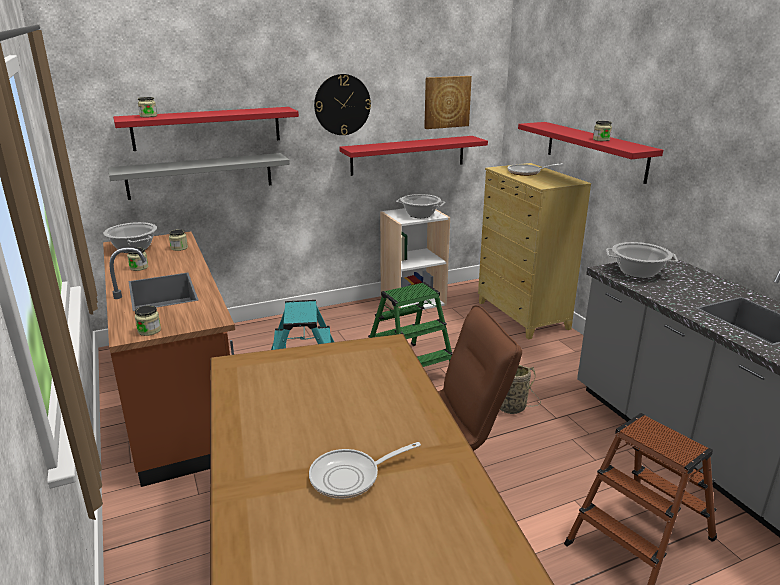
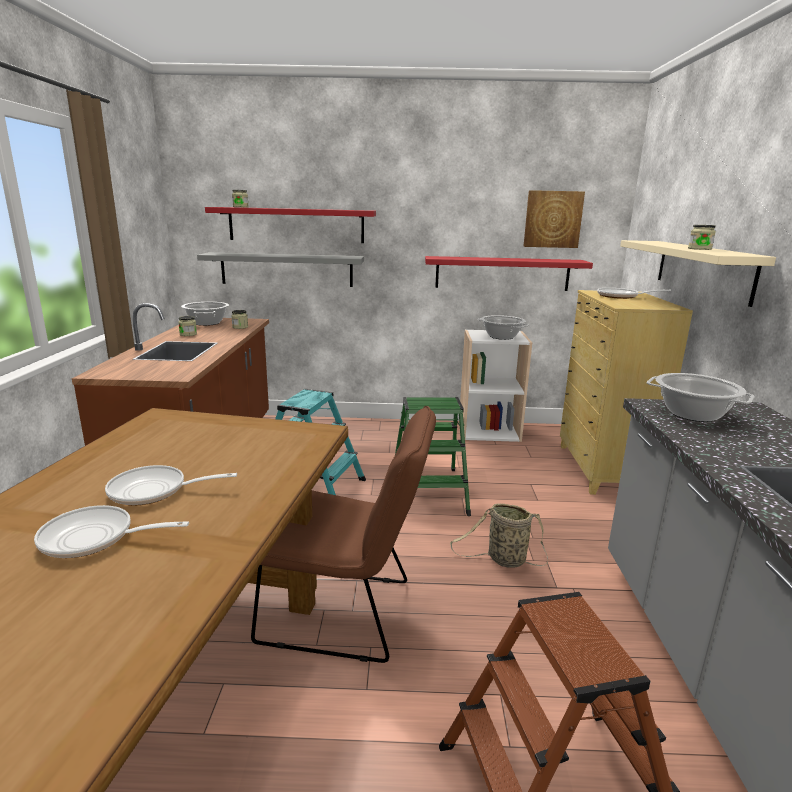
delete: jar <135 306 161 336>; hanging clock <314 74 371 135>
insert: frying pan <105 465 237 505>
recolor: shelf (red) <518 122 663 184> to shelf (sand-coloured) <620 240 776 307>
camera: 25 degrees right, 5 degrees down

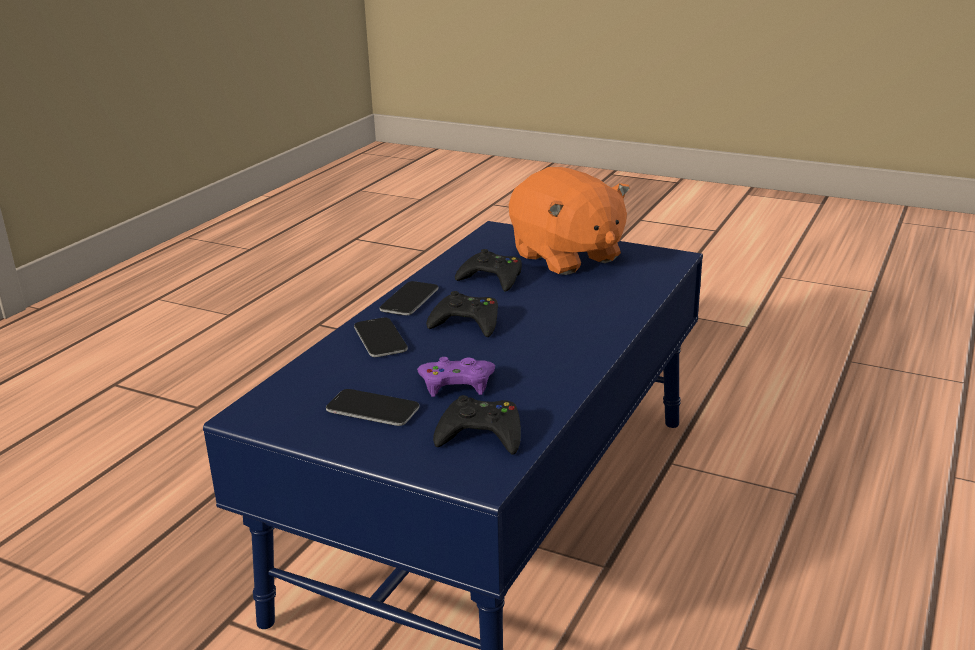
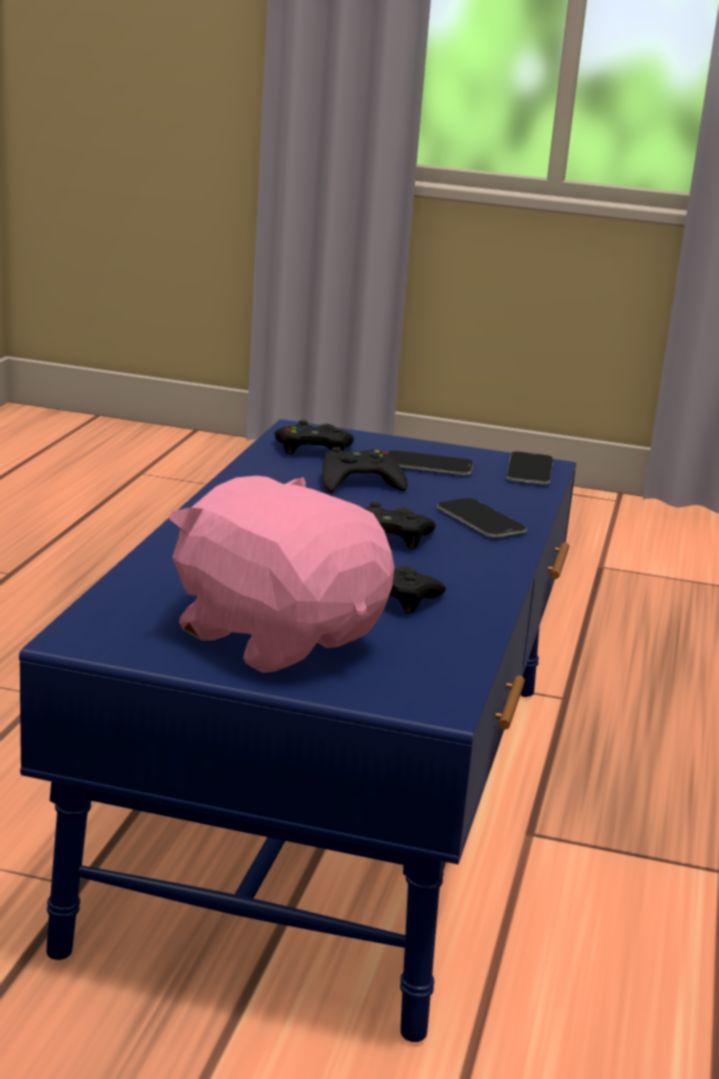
move: telephone <379 281 438 316> to <506 452 553 485>
recolor: gamepad (purple) <417 357 495 397> to gamepad (black-coloured) <322 447 408 493>; plush toy (orange) <509 167 630 275> to plush toy (pink-coloured) <169 476 395 673>
camera: 165 degrees right, 5 degrees down

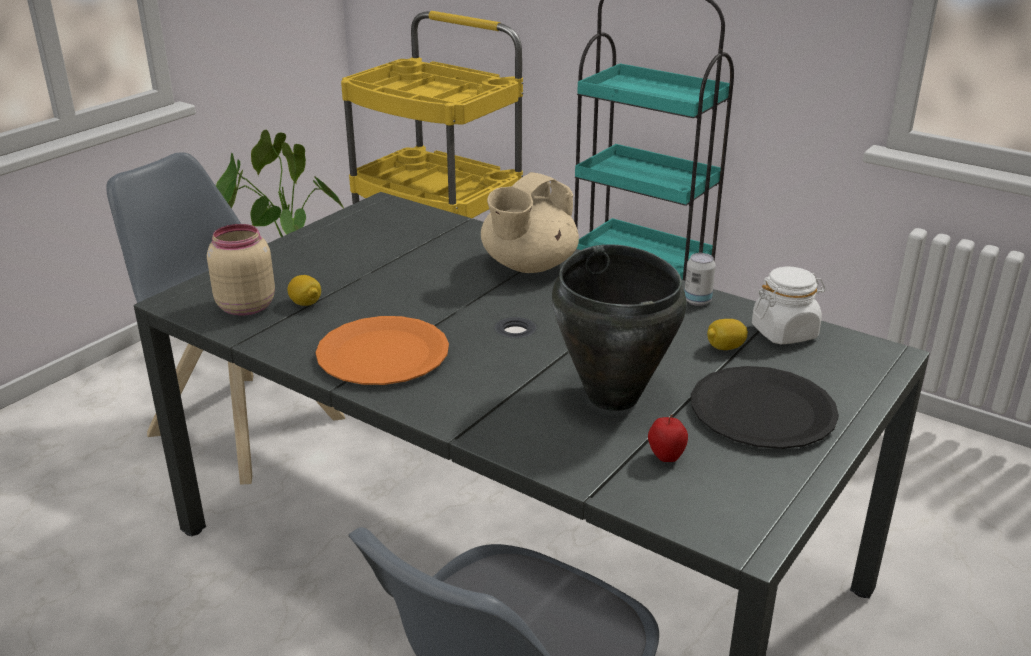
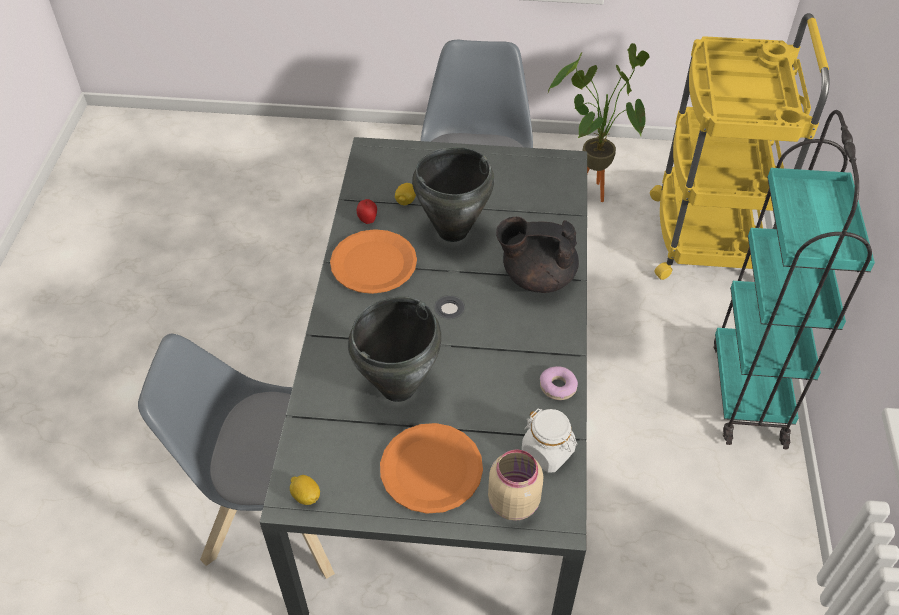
insert: saucepot (black-coloured) <412 147 494 242>
move: jar (sand-coloured) <207 224 275 316> to <488 449 544 521>; whole apple <648 415 688 462> to <357 199 377 224>; citrus fruit <707 319 748 350> to <290 475 320 505>
replace: sealed can <684 253 716 306> to doughnut <540 366 578 400>
recolor: pot for tea (sand-coloured) <481 172 579 273> to pot for tea (black-coloured) <496 217 579 293>; flat dish (black-coloured) <691 366 839 449> to flat dish (orange) <380 423 483 514>
camera: 60 degrees right, 20 degrees up

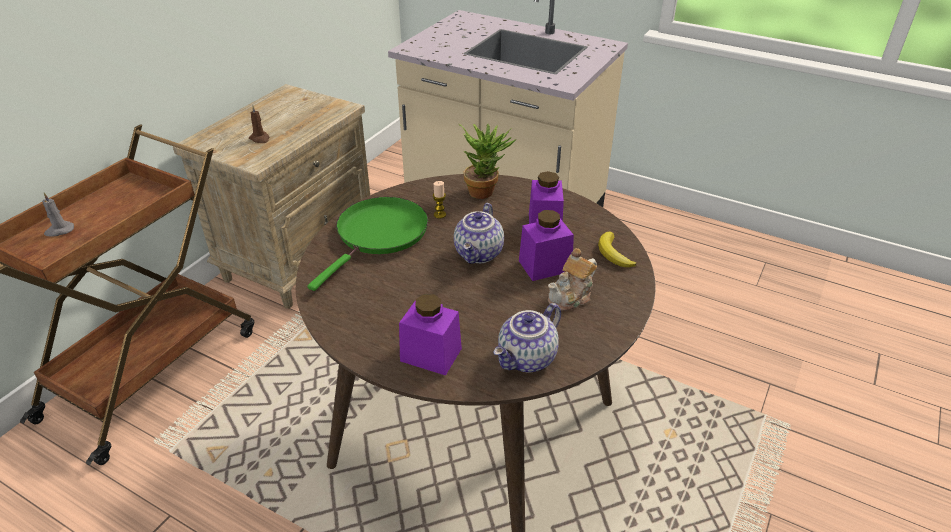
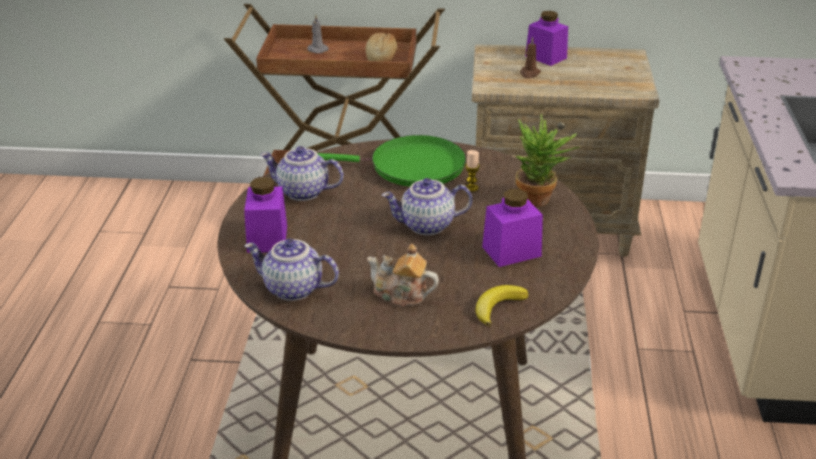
insert: pot for tea <260 146 343 201>; baked bread <366 33 397 62>
move: jar (purple) <519 210 574 281> to <525 11 568 66>
camera: 65 degrees right, 5 degrees down

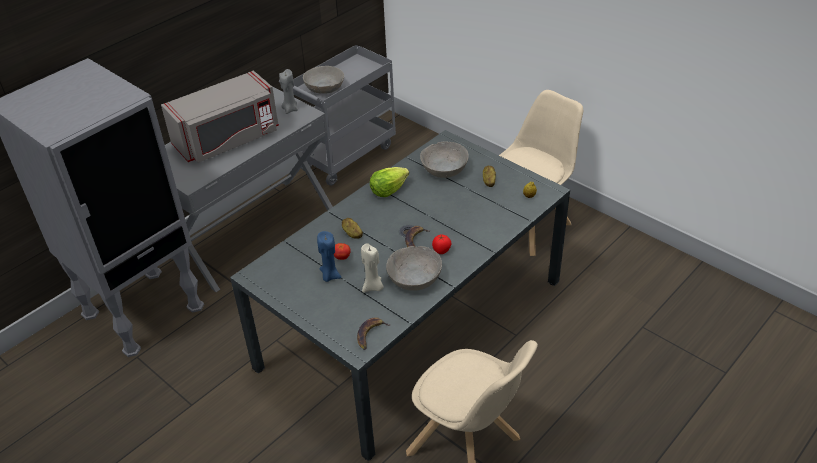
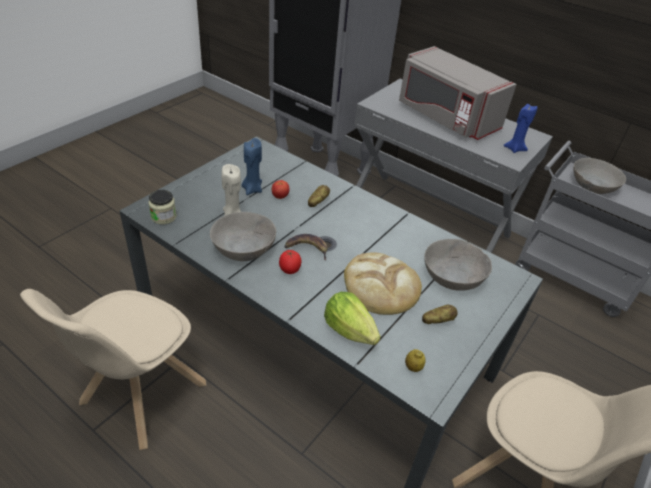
insert: baked bread <344 252 422 315>
move: lettuce head <370 167 409 197> to <324 292 381 345>
replace: banana <357 317 390 350> to jar <149 190 177 225>
recolor: wax candle (grey) <279 69 298 114> to wax candle (blue) <503 104 538 153>
camera: 80 degrees right, 0 degrees up

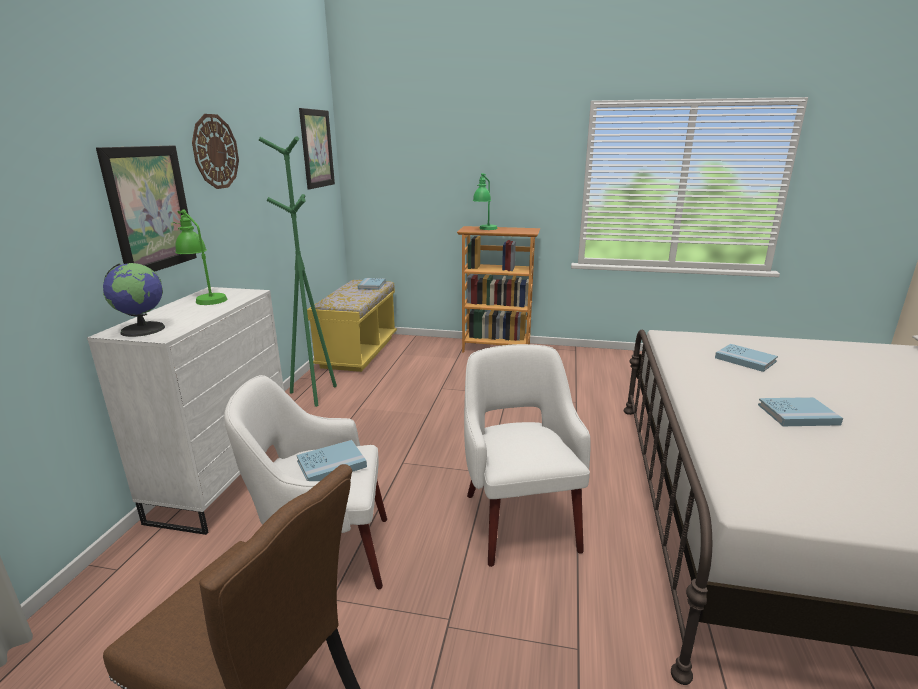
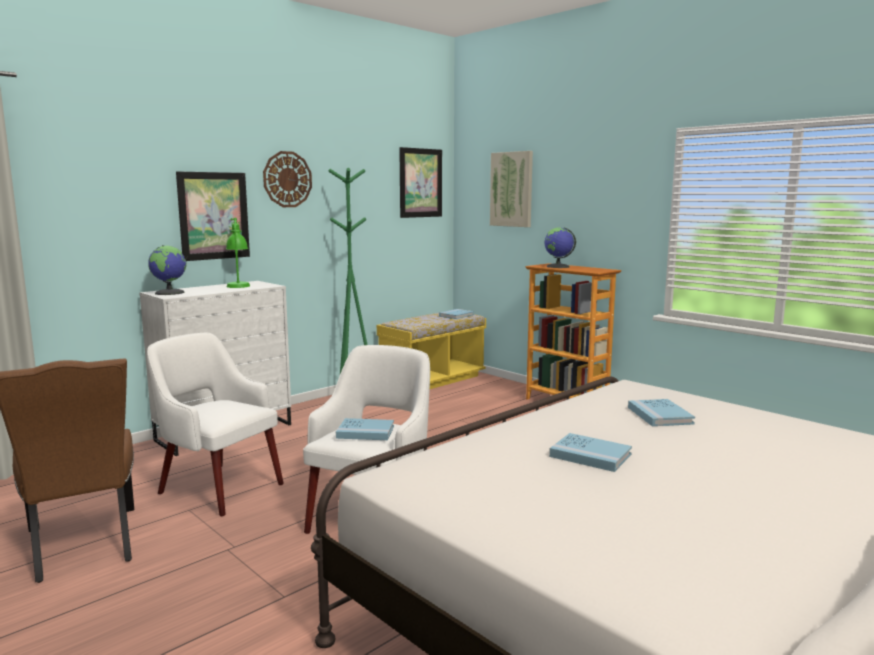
insert: picture <490 151 533 227>
move: book (blue) <297 440 367 481> to <336 418 394 440>
replace: lamp for a table (greenish) <473 173 498 230> to globe <545 227 576 268>
camera: 35 degrees right, 10 degrees down

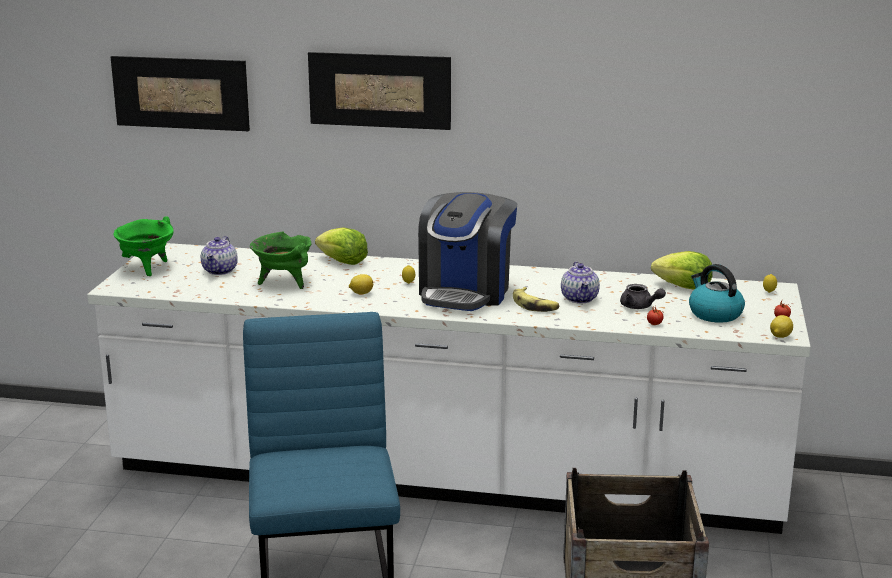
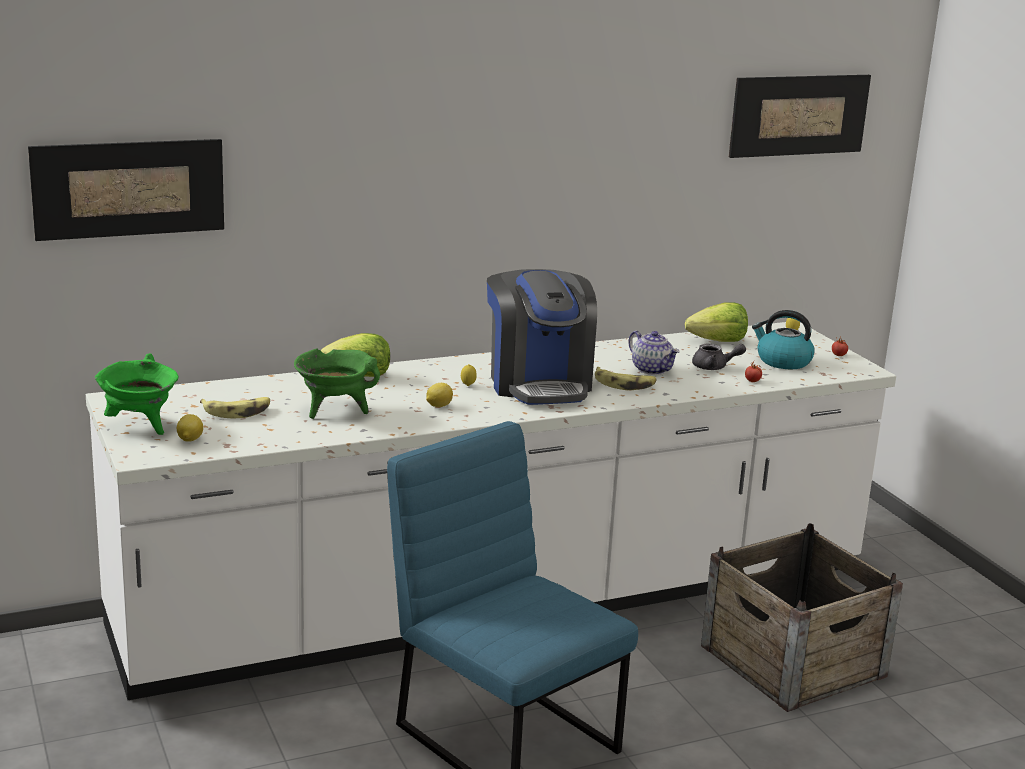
move: picture <308 52 451 130> to <729 75 871 158>; citrus fruit <770 315 793 338> to <177 414 203 442>
replace: pot for tea <201 236 238 275> to banana <200 397 270 418>
camera: 35 degrees left, 0 degrees up

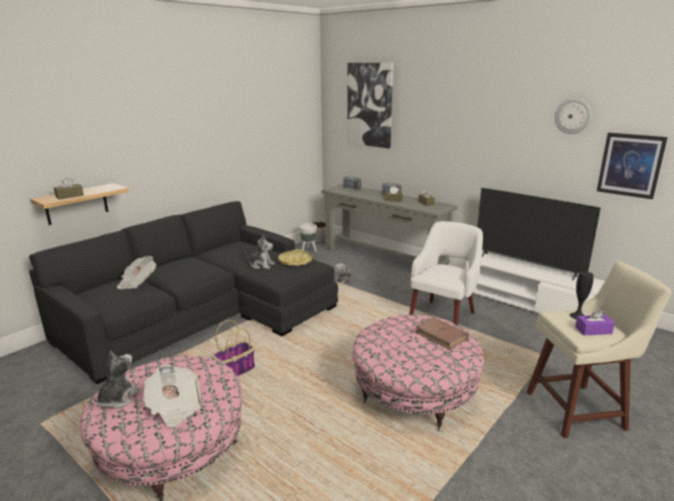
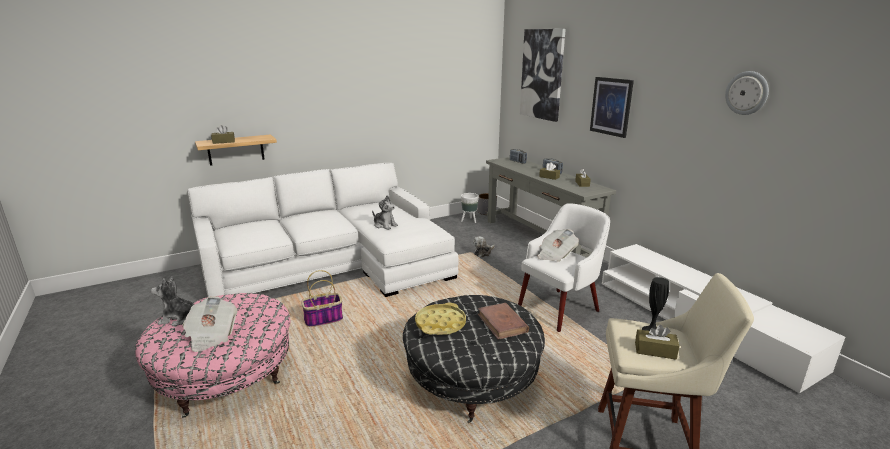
delete: TV <477 188 601 280>
move: printed paper <117 256 156 289> to <537 229 579 262>; carrying tray (yellow) <278 249 313 266> to <415 303 466 335>; picture <597 133 668 199> to <590 77 634 138>
recolor: sofa (black-coloured) <29 201 338 384> to sofa (whitish) <187 163 459 297>; footrest (pink-coloured) <352 315 484 431> to footrest (black-coloured) <403 295 545 423>; tissue box (purple) <575 309 615 335> to tissue box (brownish) <635 324 679 360>
rotate: plush toy <94 351 140 409> = <151 276 201 326> 135 degrees counterclockwise
camera: 20 degrees right, 0 degrees up

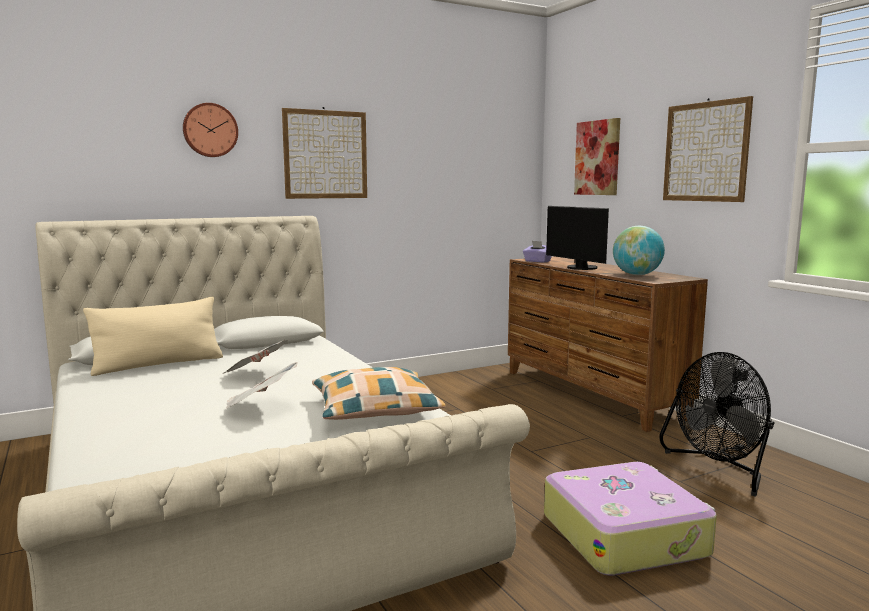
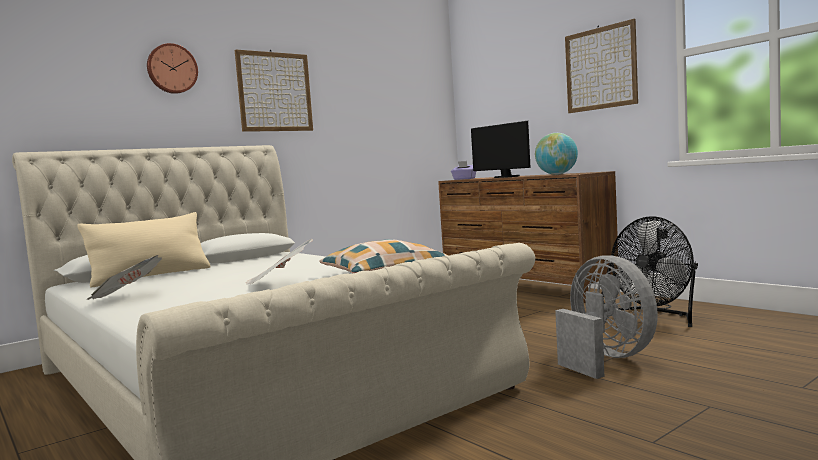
delete: picture <574 118 620 195>
move: printed paper <224 340 288 373> to <87 255 162 300>
replace: suitcase <544 462 717 576> to cooling fan (grey) <555 255 658 379>
camera: 10 degrees left, 5 degrees down

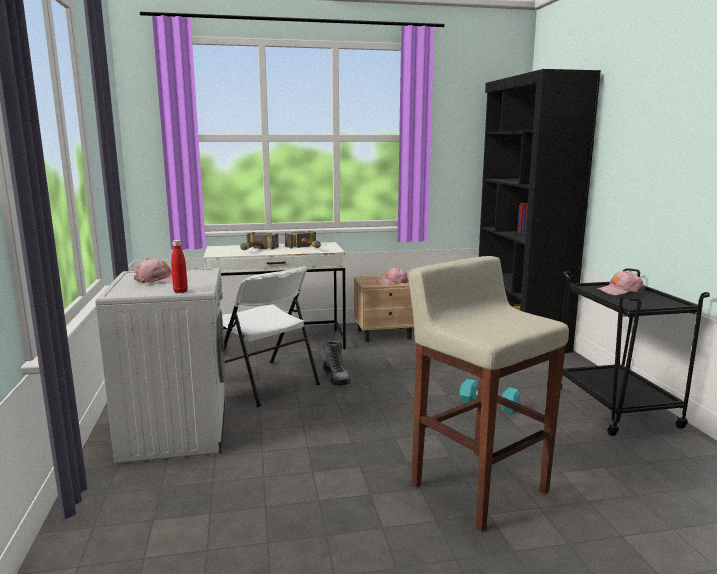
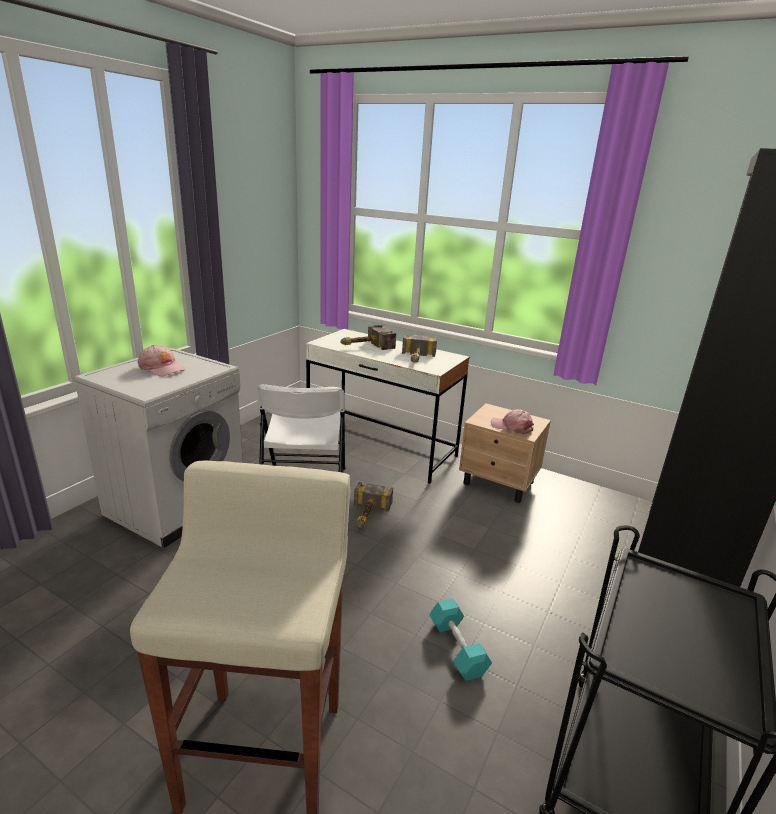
delete: beverage bottle (red) <171 240 188 293>; cap (pink-coloured) <597 271 645 295>
replace: tall boot <323 341 351 385> to tool hammer <354 482 393 528>
camera: 40 degrees right, 10 degrees up

